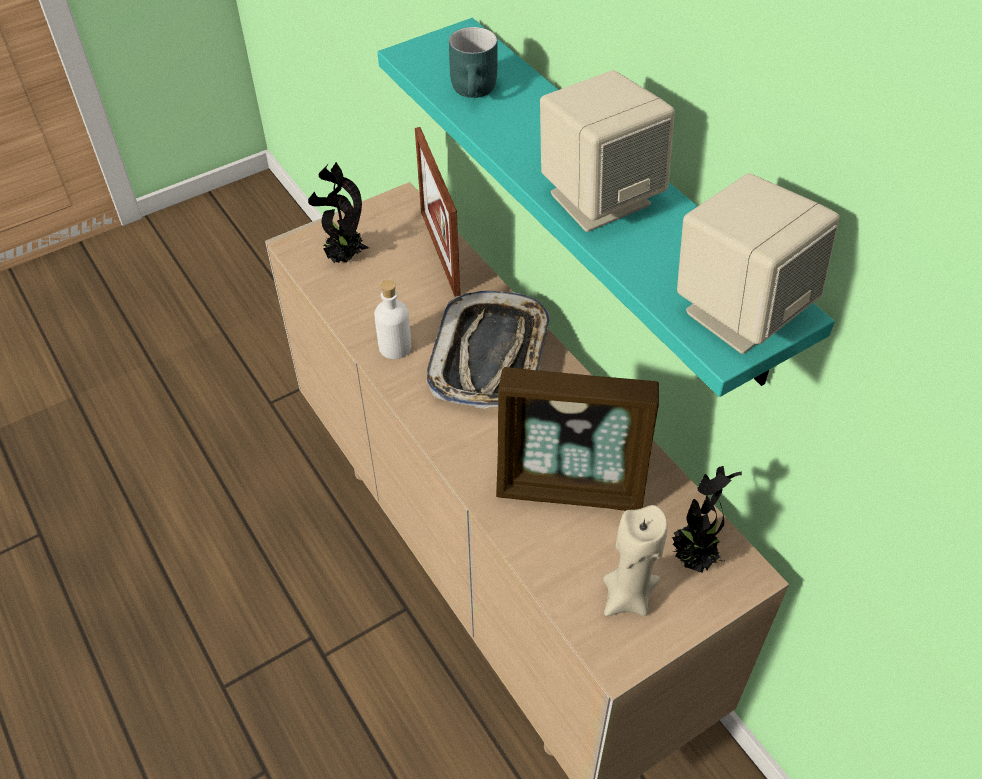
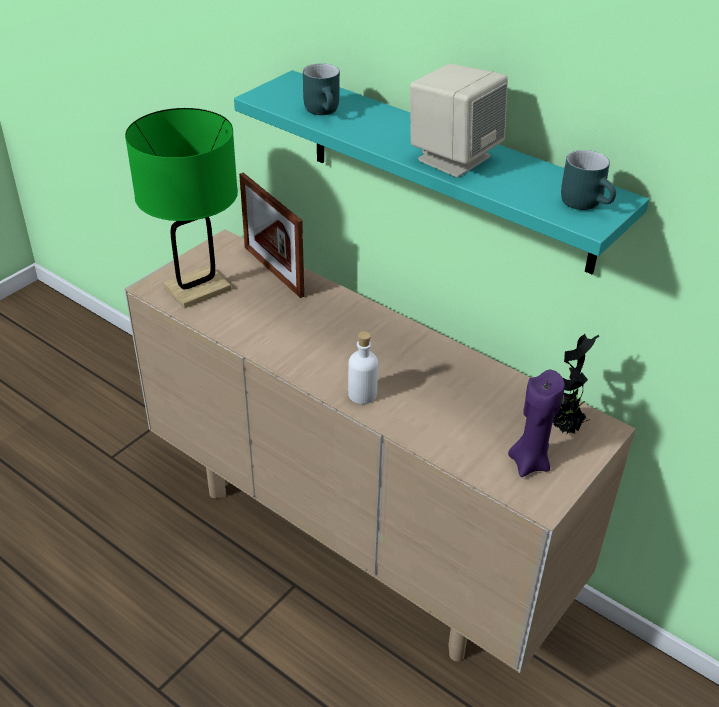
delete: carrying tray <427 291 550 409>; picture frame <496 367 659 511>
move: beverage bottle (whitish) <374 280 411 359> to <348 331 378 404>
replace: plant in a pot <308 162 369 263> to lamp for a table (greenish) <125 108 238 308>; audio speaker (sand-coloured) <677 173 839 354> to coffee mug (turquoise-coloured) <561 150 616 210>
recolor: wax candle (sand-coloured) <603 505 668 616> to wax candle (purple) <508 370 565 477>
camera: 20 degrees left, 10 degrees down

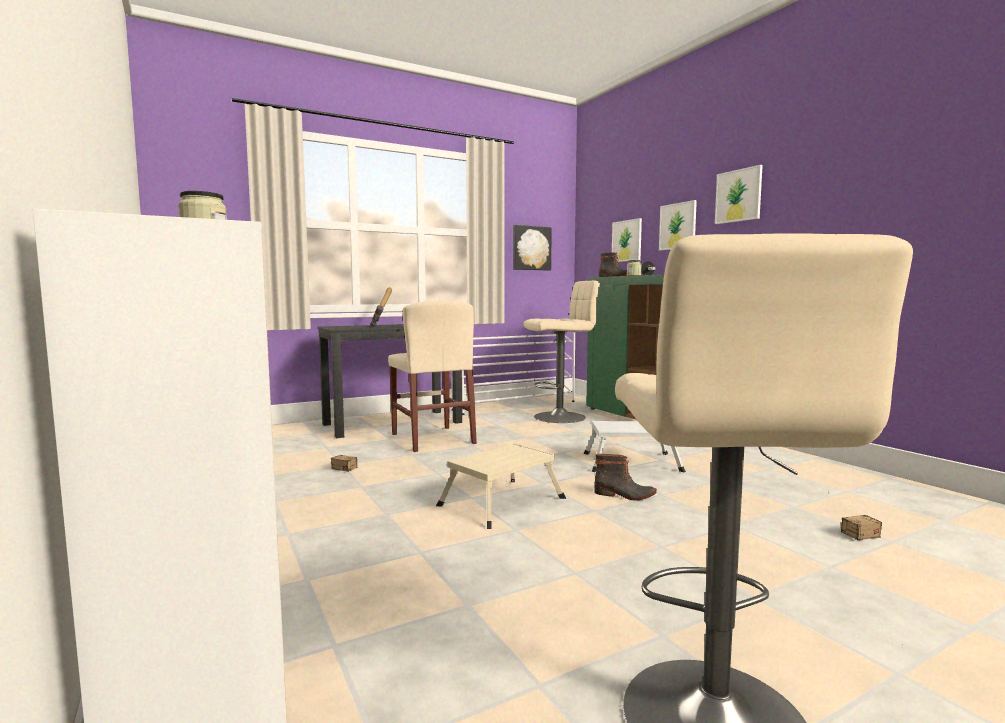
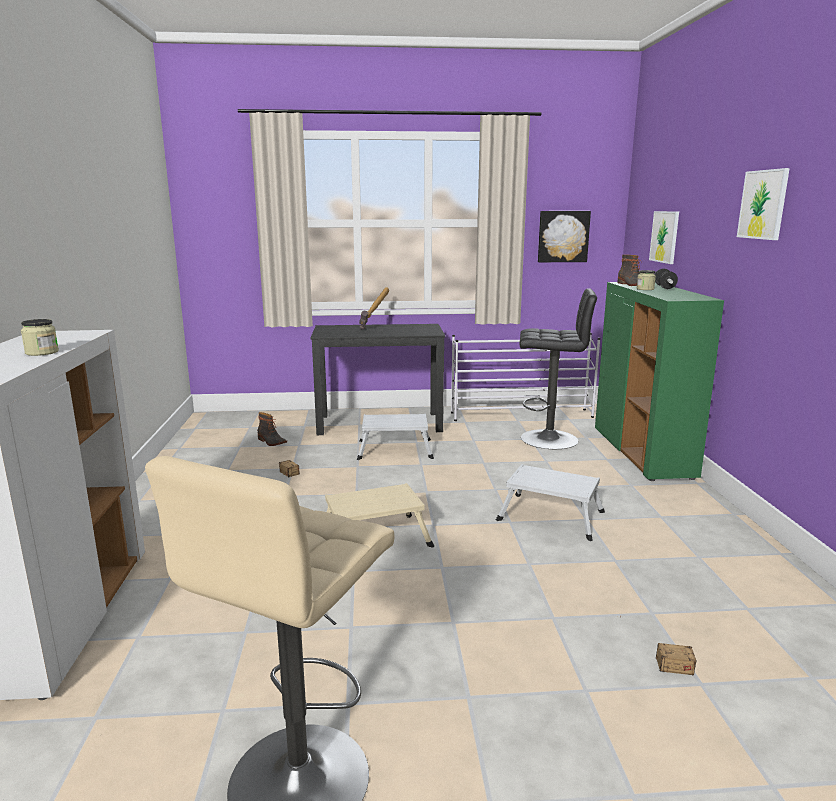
delete: picture <659 200 697 250>
move: tall boot <594 454 657 501> to <257 412 287 446>
replace: upright chair (sand-coloured) <388 300 477 452> to step ladder (whitish) <357 414 434 460>
recolor: stool (sand-coloured) <524 281 600 423> to stool (black-coloured) <519 288 597 449>
camera: 25 degrees right, 10 degrees up

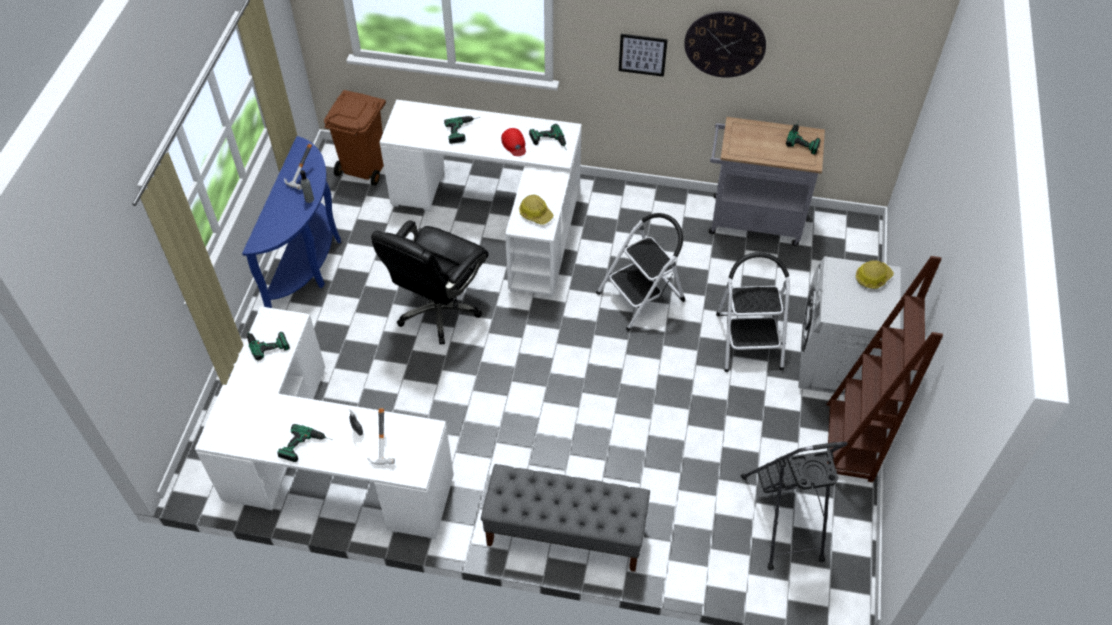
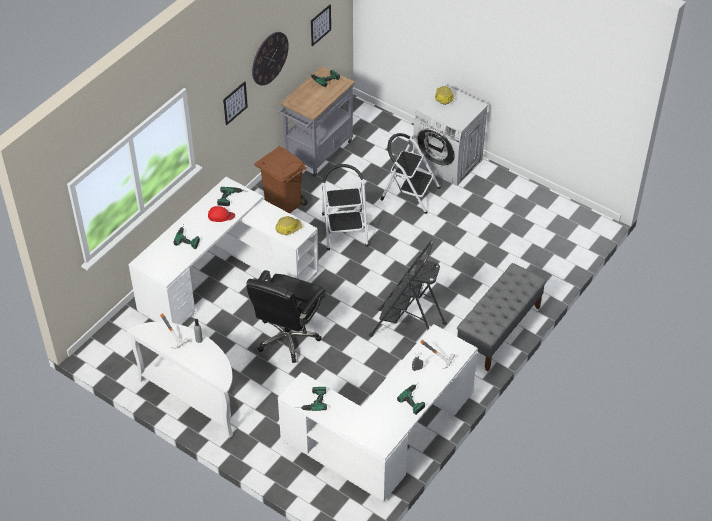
delete: shelving unit (brownish) <826 256 943 482>
insert: picture <311 5 331 46>
move: trash can (brownish) <324 90 386 186> to <254 146 308 213>; step ladder <741 442 848 570> to <369 240 447 337>
recolor: hall table (blue) <242 136 341 308> to hall table (whitish) <127 322 233 438>
rotate: desk chair (black-coloured) <371 220 488 345> = <246 270 326 363> 60 degrees clockwise
camera: 65 degrees left, 5 degrees down

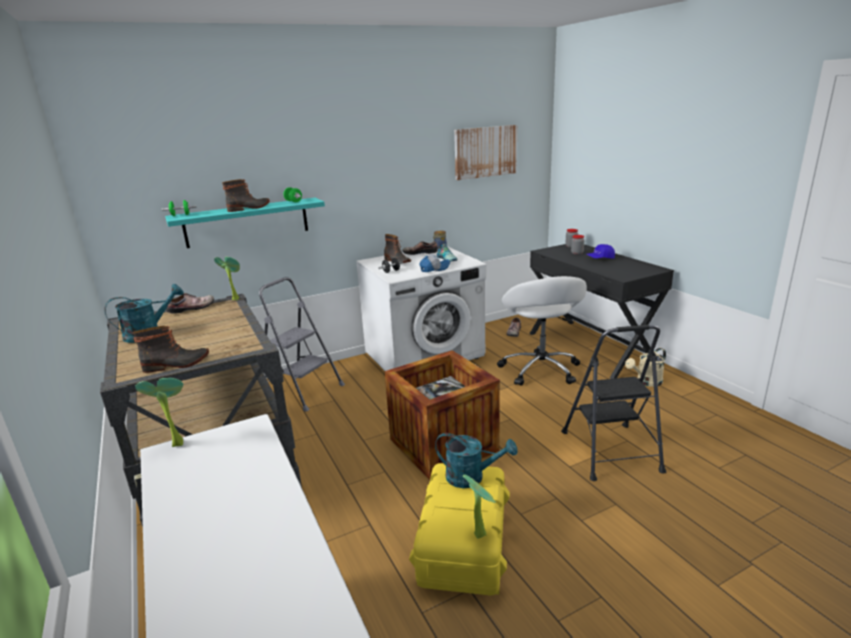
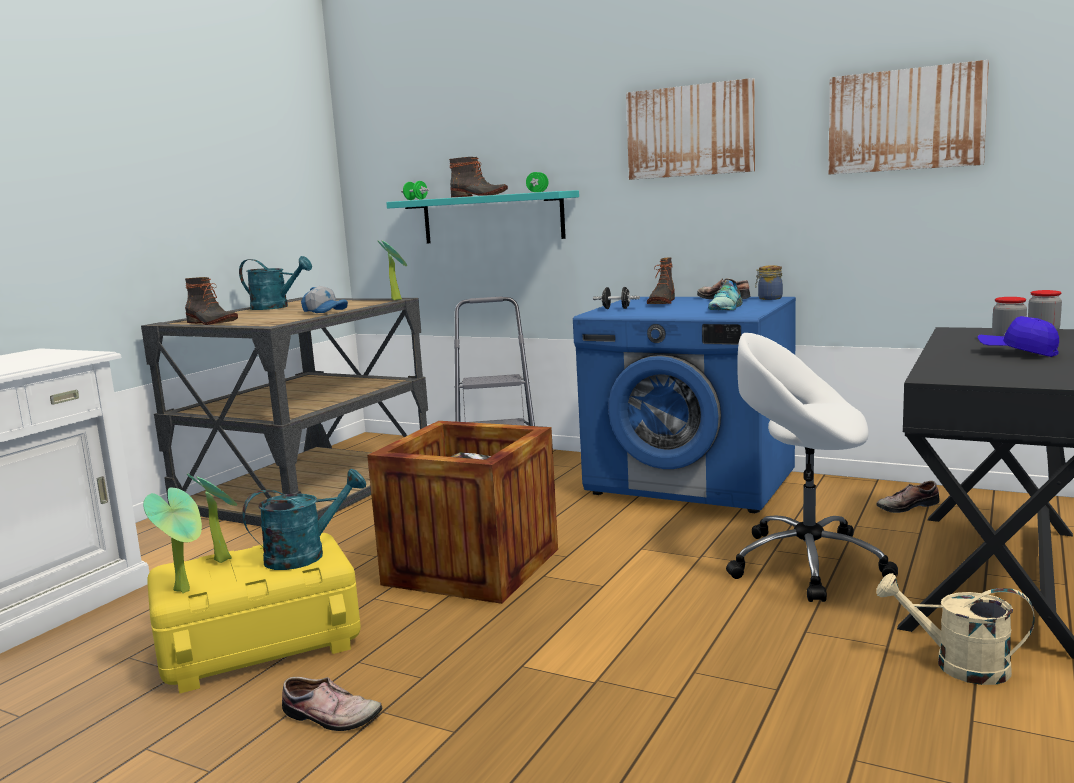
delete: step ladder (black-coloured) <561 325 666 481>
insert: picture <626 78 755 180>
move: plant in a pot <135 378 184 447> to <187 474 237 563>; shoe <165 293 214 314> to <282 677 382 731>; cap <419 254 450 272> to <301 286 348 313>
recolor: laundry machine (whitish) <356 246 486 371> to laundry machine (blue) <573 297 796 513>
rotate: sprinkling can (turquoise-coloured) <435 433 517 488> = <242 469 366 570> 105 degrees counterclockwise; desk chair (whitish) <497 276 587 386> = <726 333 898 602> 60 degrees clockwise
camera: 55 degrees right, 10 degrees down

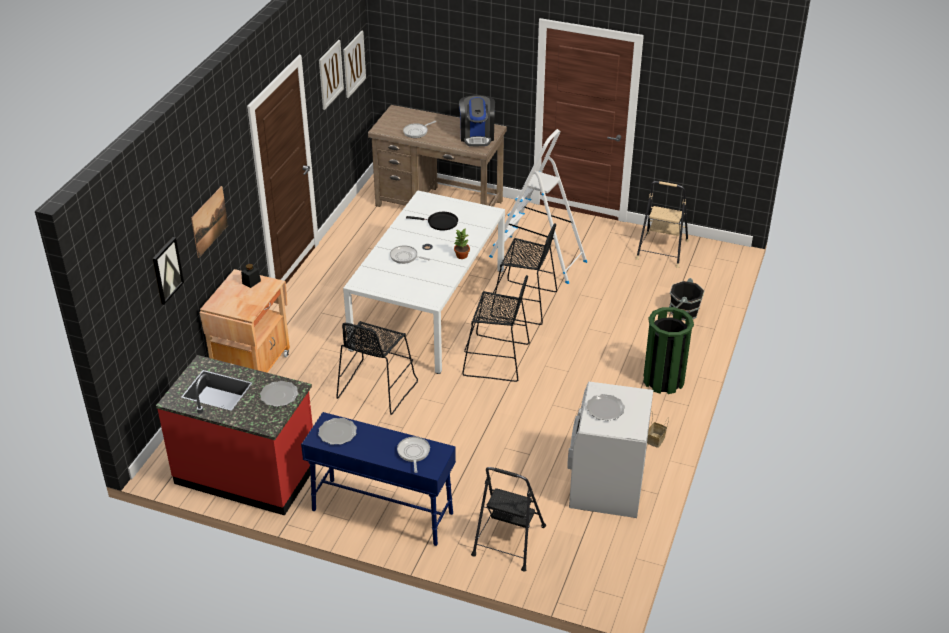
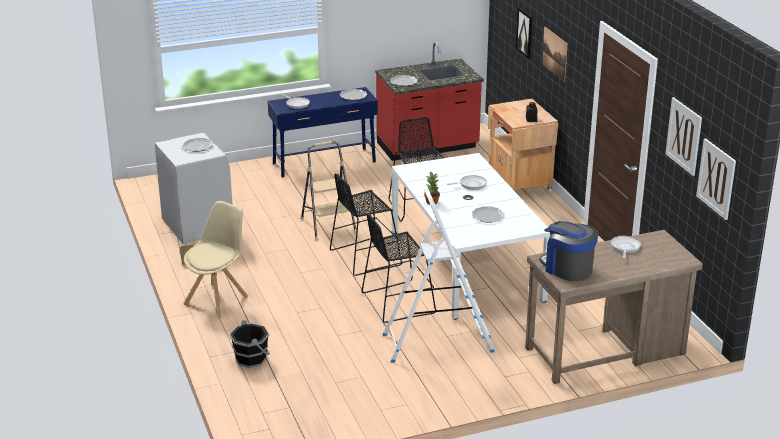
delete: step ladder (black-coloured) <471 467 546 571>
move: step ladder (sand-coloured) <635 181 689 268> to <300 141 357 241>
replace: frying pan (black-coloured) <406 212 458 231> to flat dish <472 206 505 223>; trash can (greenish) <643 307 694 394> to upright chair (sand-coloured) <184 201 248 318>
camera: 140 degrees right, 10 degrees down

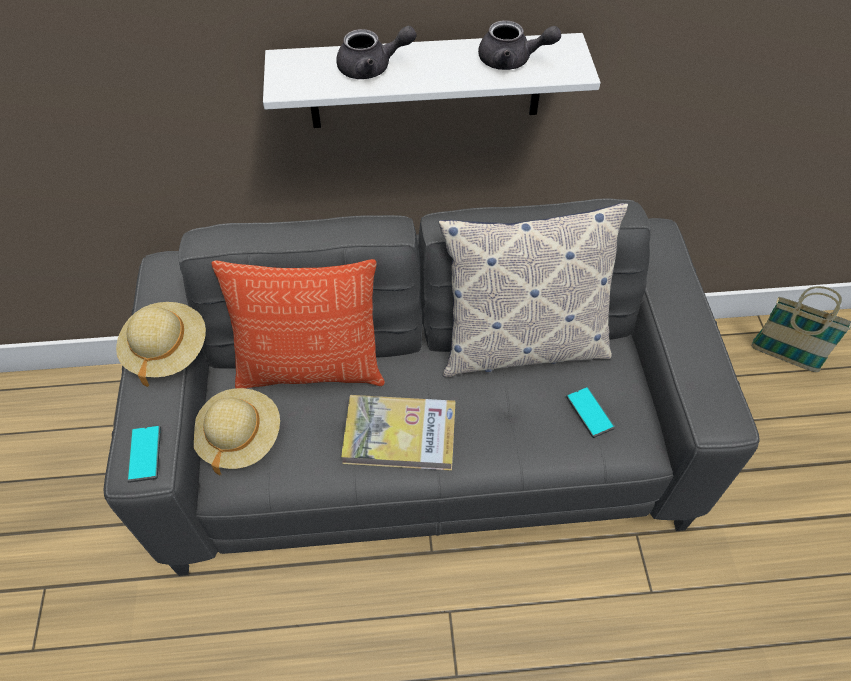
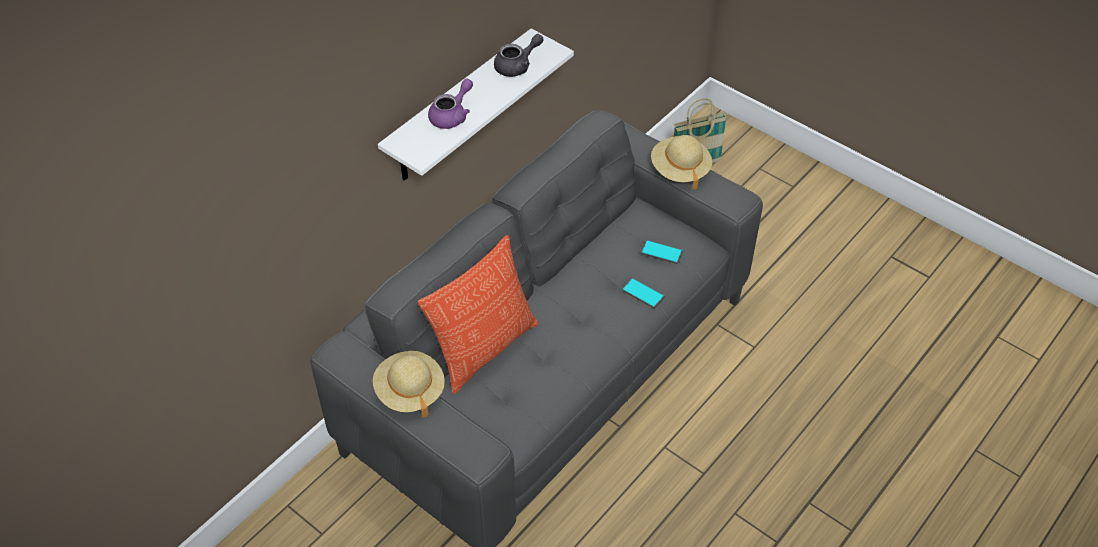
delete: book <341 395 455 471>; cushion <439 203 628 377>
move: telephone <127 425 161 483> to <622 278 665 309>; clothing hat (sand-coloured) <194 388 280 475> to <651 135 712 190>
recolor: pot for tea (grey) <336 26 417 79> to pot for tea (purple) <428 79 473 129>
camera: 45 degrees left, 5 degrees down

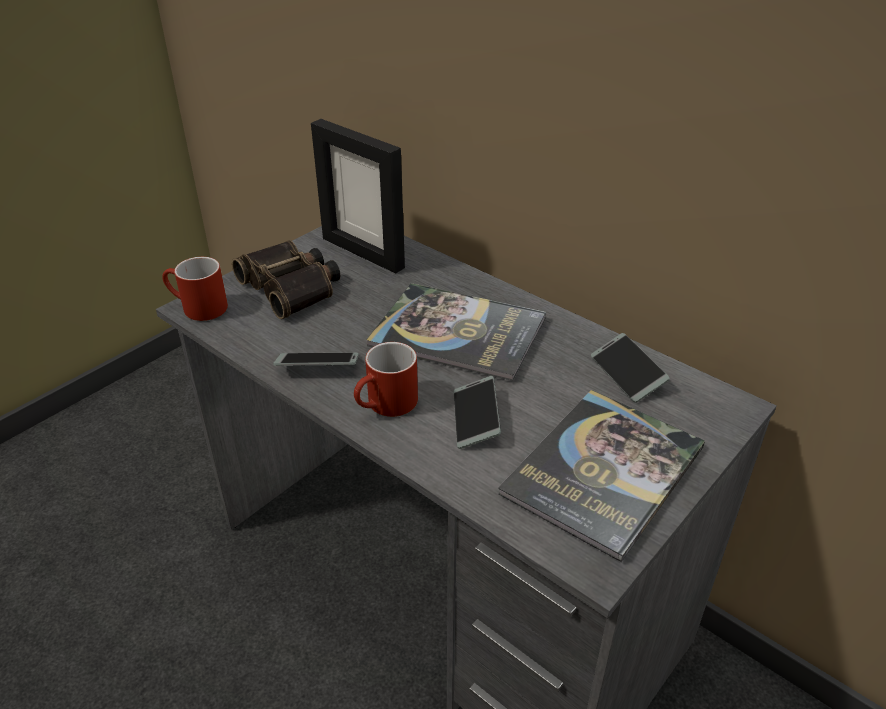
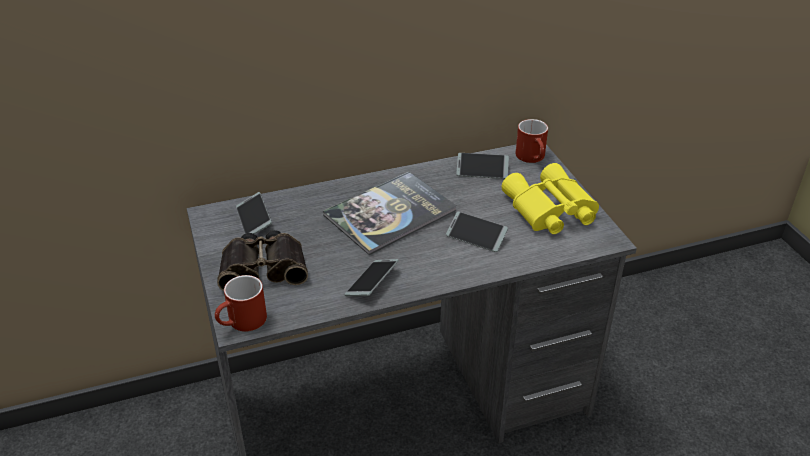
move: coffee mug (red) <354 342 418 417> to <516 119 548 163>
replace: picture frame <311 119 405 273> to telephone <236 192 272 234>; book <498 390 705 562> to pair of binoculars (yellow) <502 163 599 234>
camera: 60 degrees left, 0 degrees up

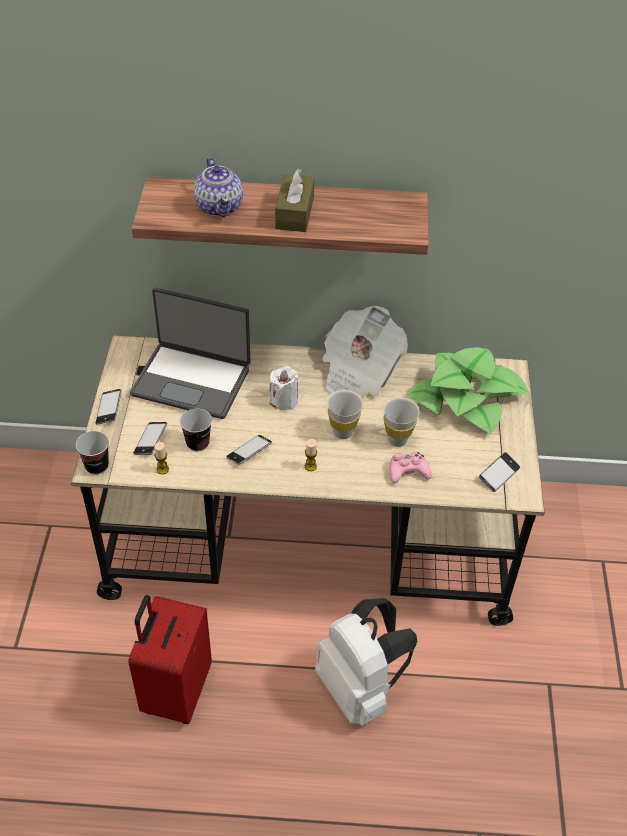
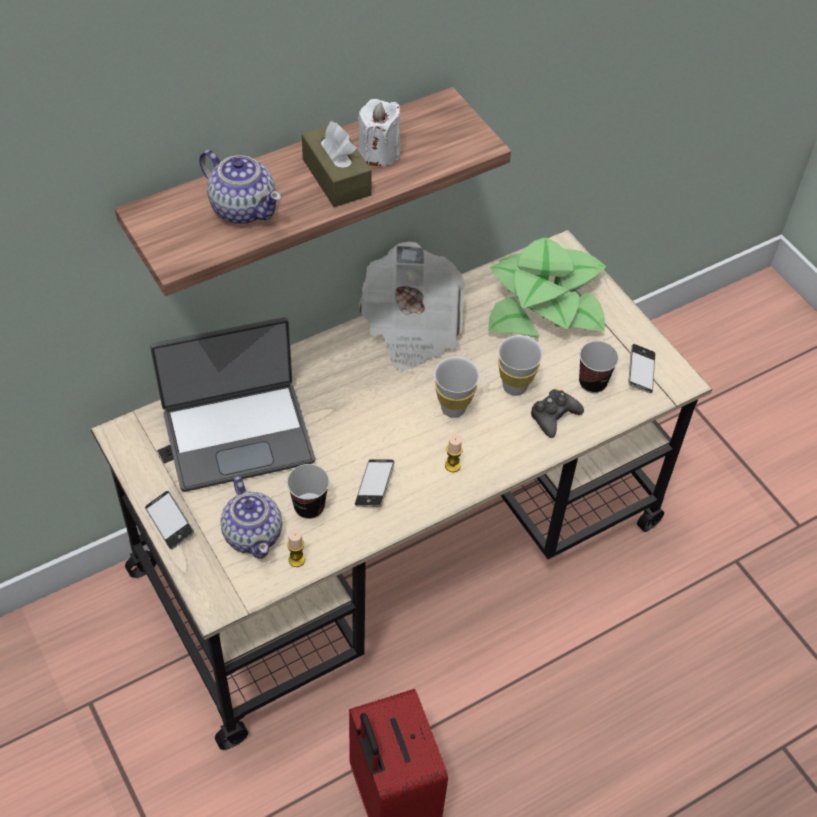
delete: knapsack (whitish) <315 598 418 726>
move: cup <76 431 109 475> to <579 341 619 393>; wax candle (whitish) <269 366 299 410> to <358 99 400 166>
replace: telephone <133 422 167 455> to pot for tea <220 476 282 559>
recolor: gamepad (pink-coloured) <390 452 432 483> to gamepad (black-coloured) <531 389 584 438>
camera: 35 degrees left, 5 degrees up

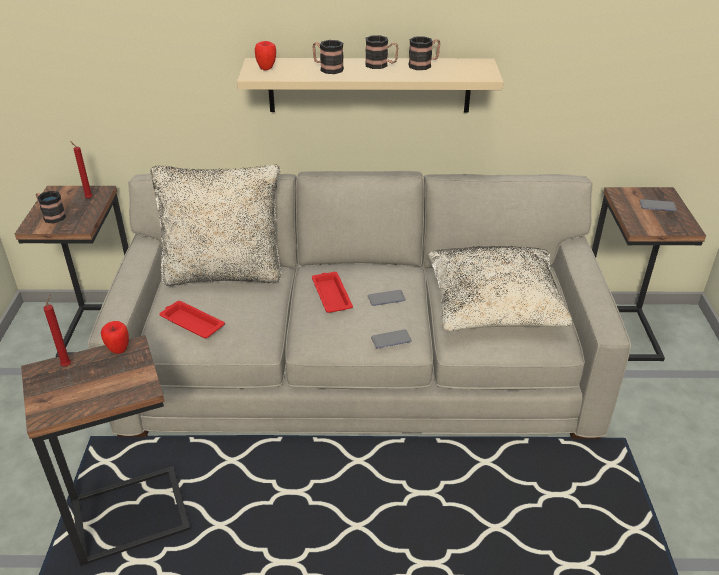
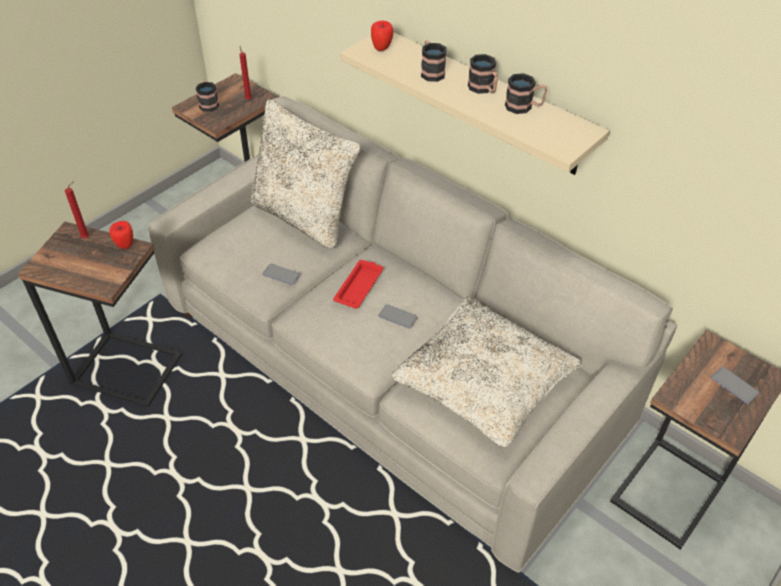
delete: carrying tray (red) <159 301 225 338>
move: telephone <371 329 412 348> to <262 264 300 285>
camera: 40 degrees right, 10 degrees up

